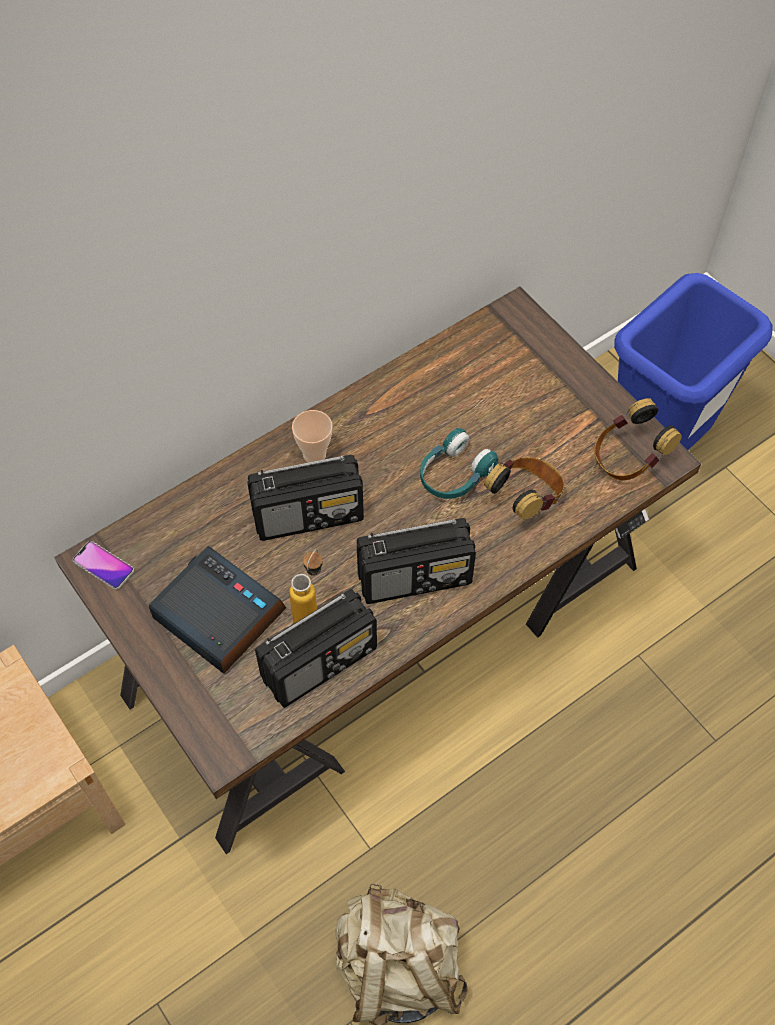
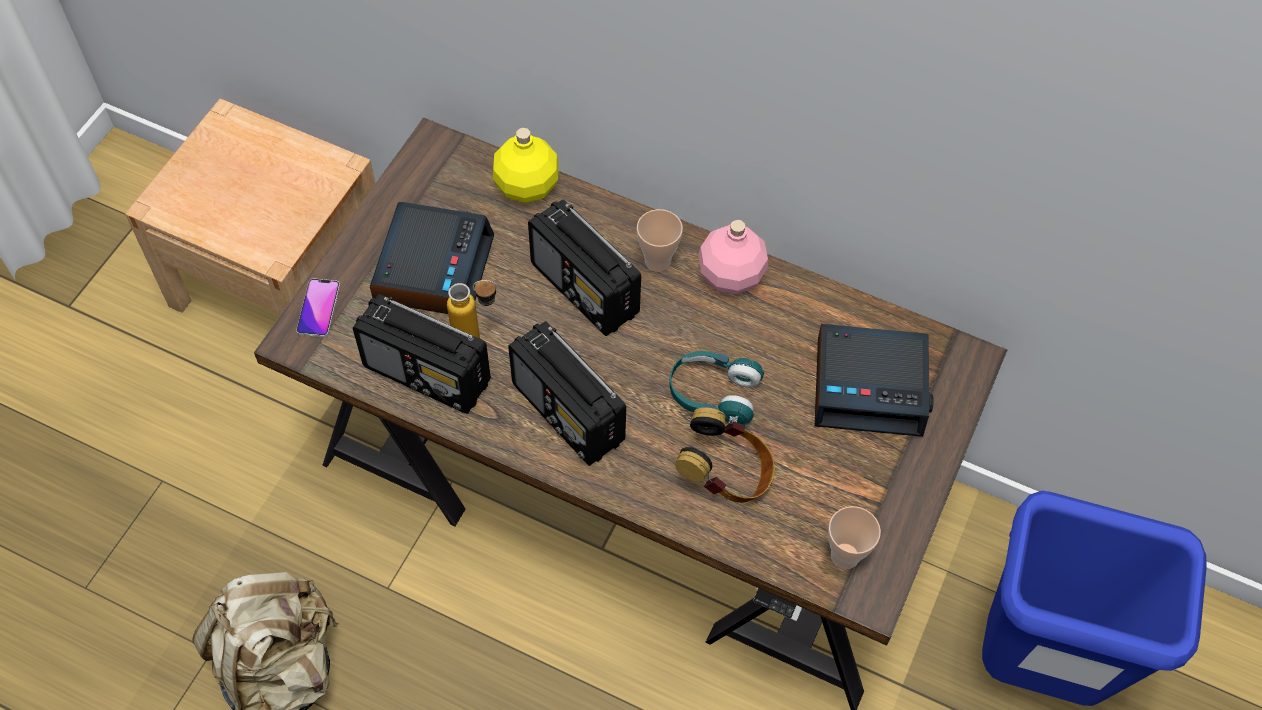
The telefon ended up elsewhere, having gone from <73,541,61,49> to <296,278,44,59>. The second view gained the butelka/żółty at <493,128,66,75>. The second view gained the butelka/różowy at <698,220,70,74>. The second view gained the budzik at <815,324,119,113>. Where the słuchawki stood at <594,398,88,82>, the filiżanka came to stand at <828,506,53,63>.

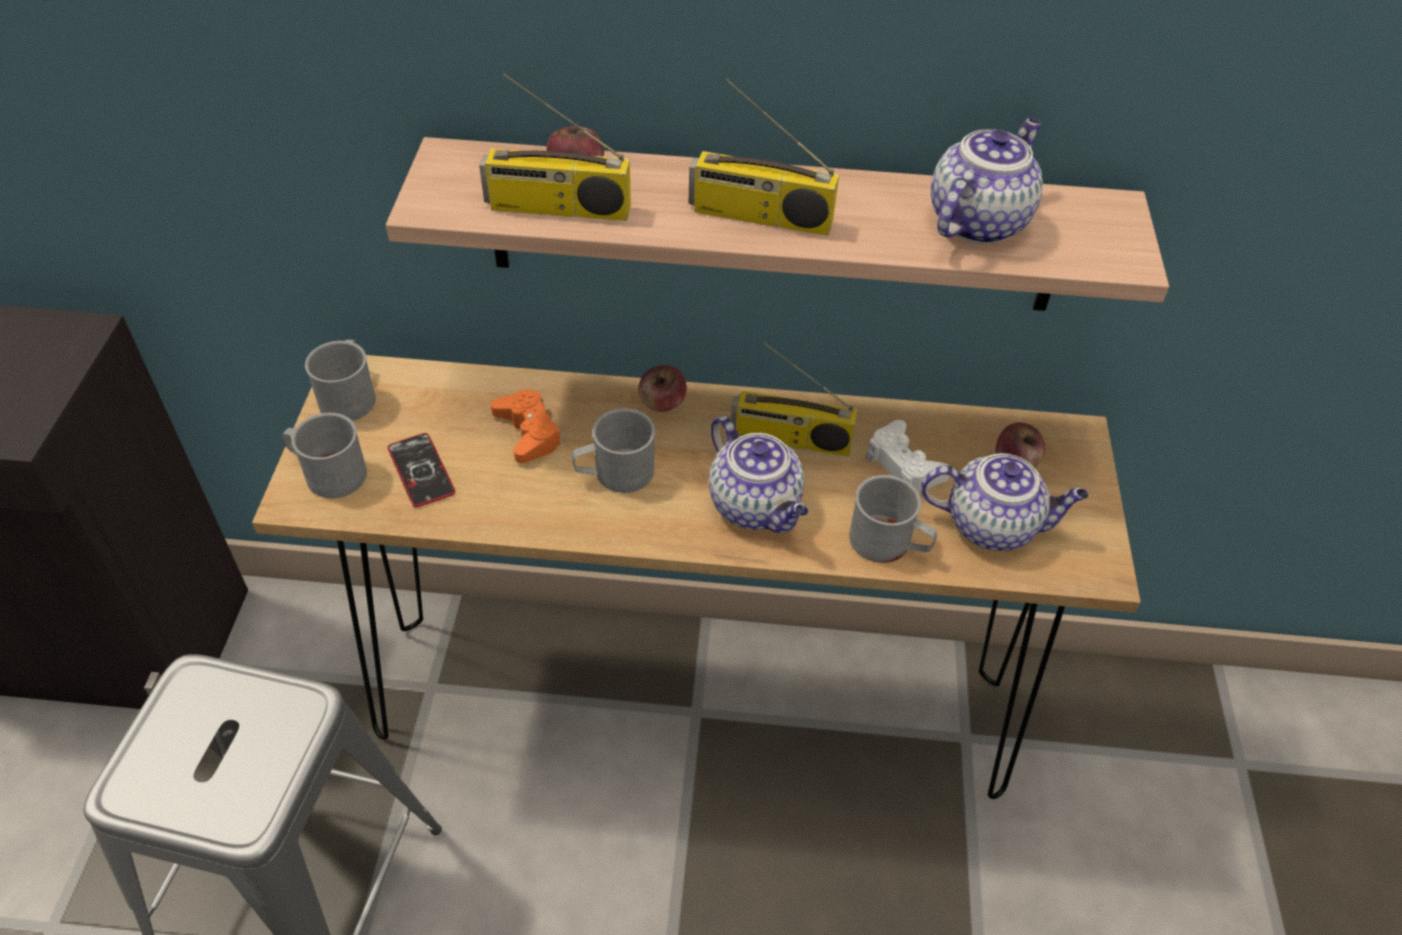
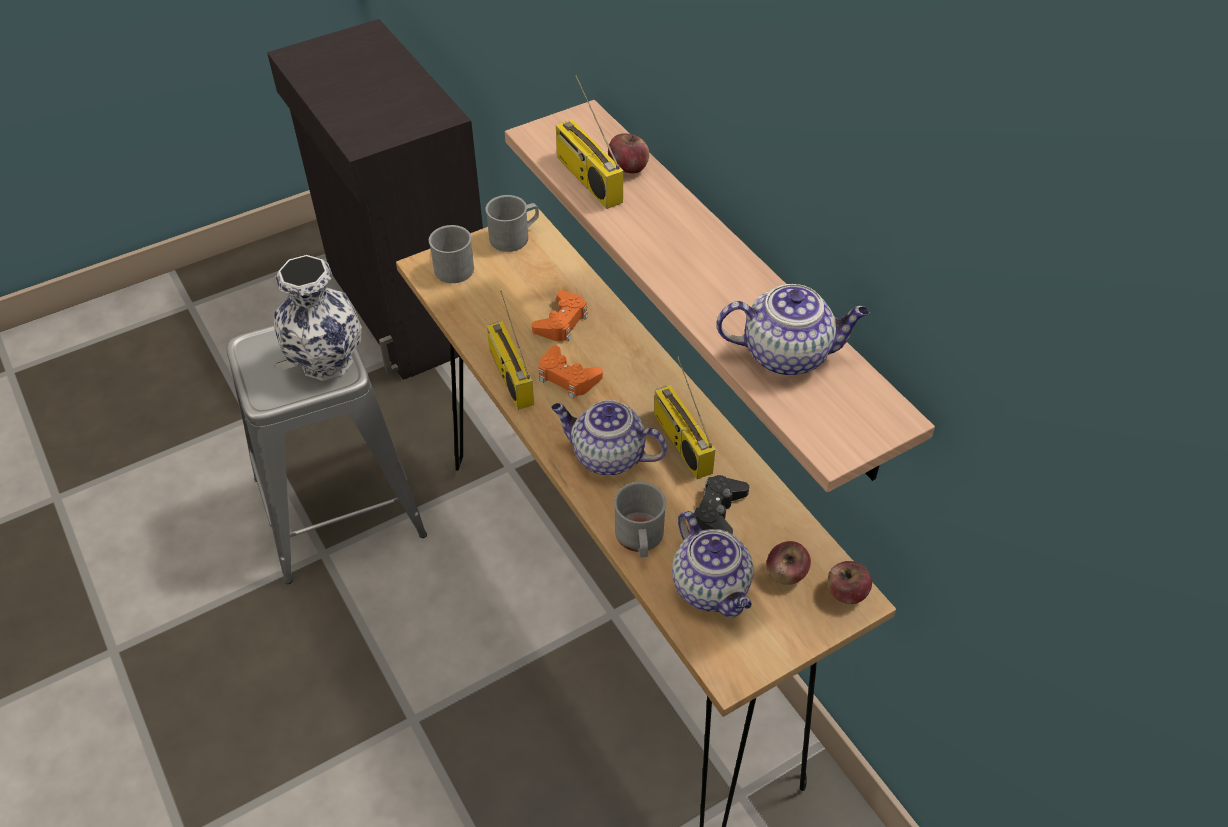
The second view gained the wazon at <274,255,88,126>. The radio ended up elsewhere, having gone from <688,79,151,157> to <487,291,47,119>. Where the kubek/szary stood at <572,408,83,85>, the pad do gier/pomarańczowy came to stand at <539,346,64,53>. The imbryk at <709,416,99,117> ended up facing another way, 90 degrees clockwise from before. What was the pad do gier/biały at <866,420,83,73> turned into the pad do gier/czarny at <693,475,56,60>. The jabłko ended up elsewhere, having gone from <638,365,49,47> to <828,561,44,43>. The second view lost the telefon at <387,433,68,74>.

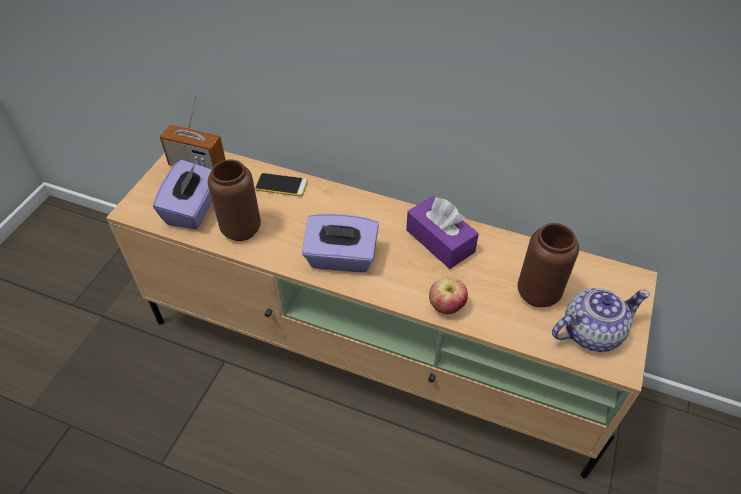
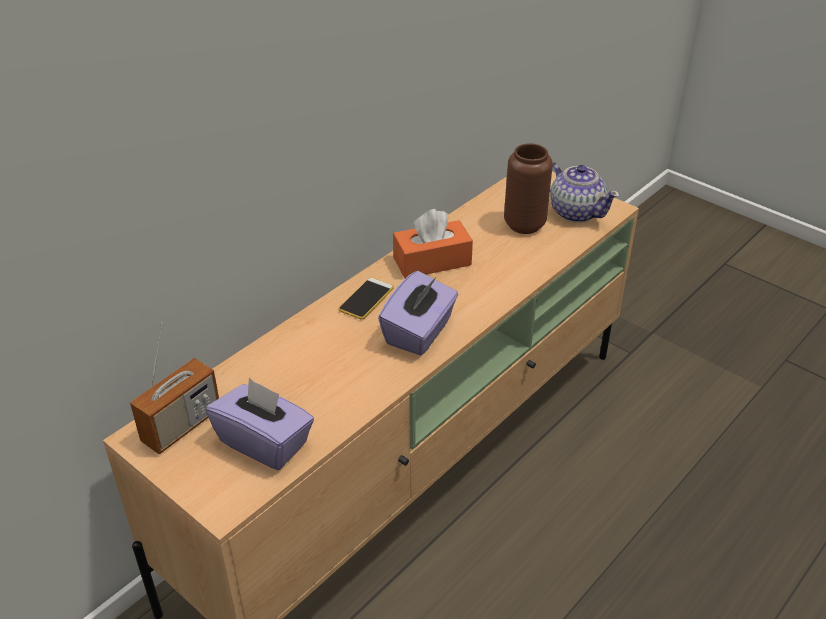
The telefon ended up elsewhere, having gone from <255,173,53,23> to <338,277,56,43>. What was the pudełko chusteczek/fioletowy at <406,196,73,73> turned into the pudełko chusteczek/pomarańczowy at <393,209,80,69>. The imbryk at <552,288,98,64> ended up facing another way, 135 degrees clockwise from before. The second view lost the wazon/brązowy at <208,159,53,82>. The second view lost the jabłko at <429,277,39,37>.

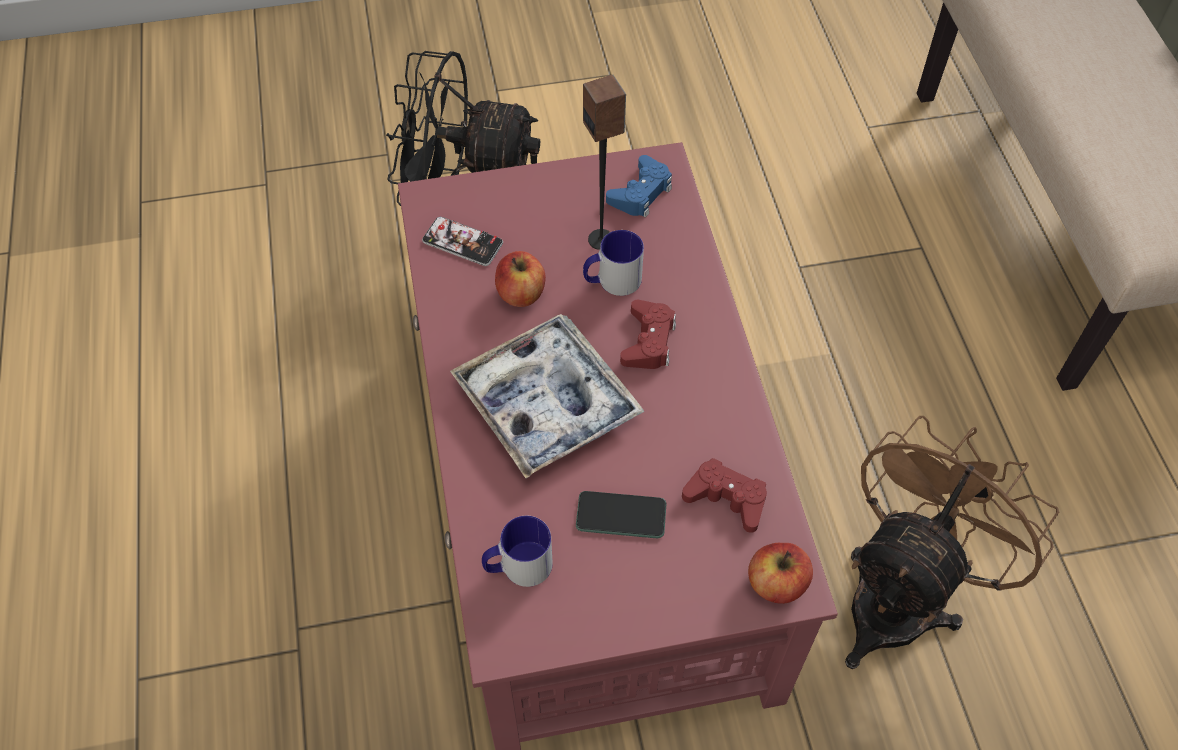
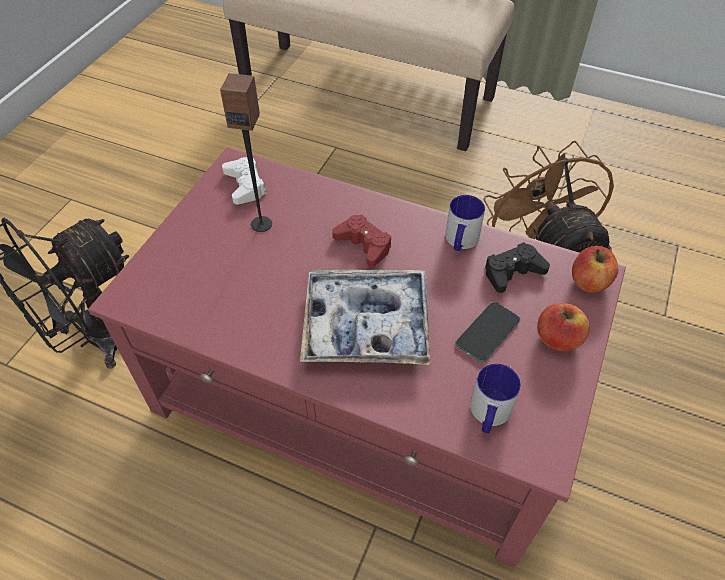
What was the pad do gier/niebieski at <606,155,66,62> turned into the pad do gier/biały at <222,157,45,48>. The kubek ended up elsewhere, having gone from <583,230,61,66> to <445,195,40,56>. What was the pad do gier/czerwony at <682,458,85,75> turned into the pad do gier/czarny at <485,242,65,51>. The jabłko ended up elsewhere, having gone from <495,251,51,56> to <537,303,53,48>. The second view lost the telefon at <422,217,81,49>.

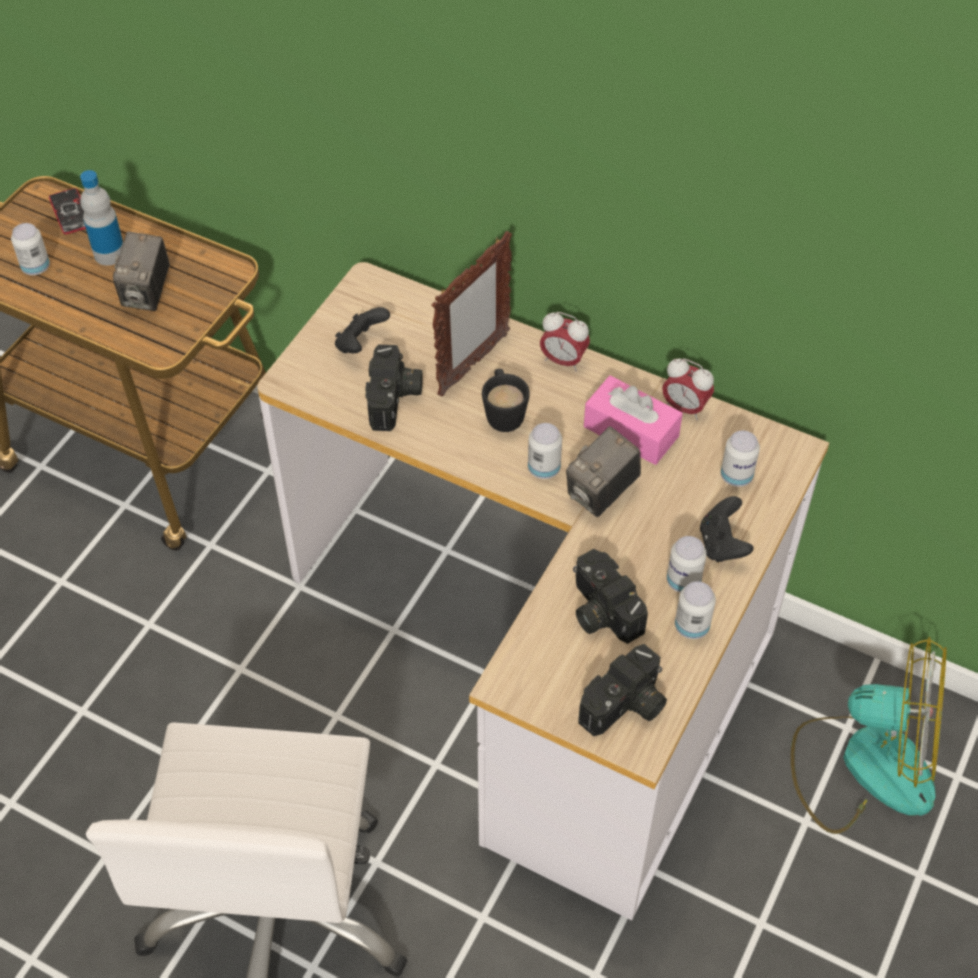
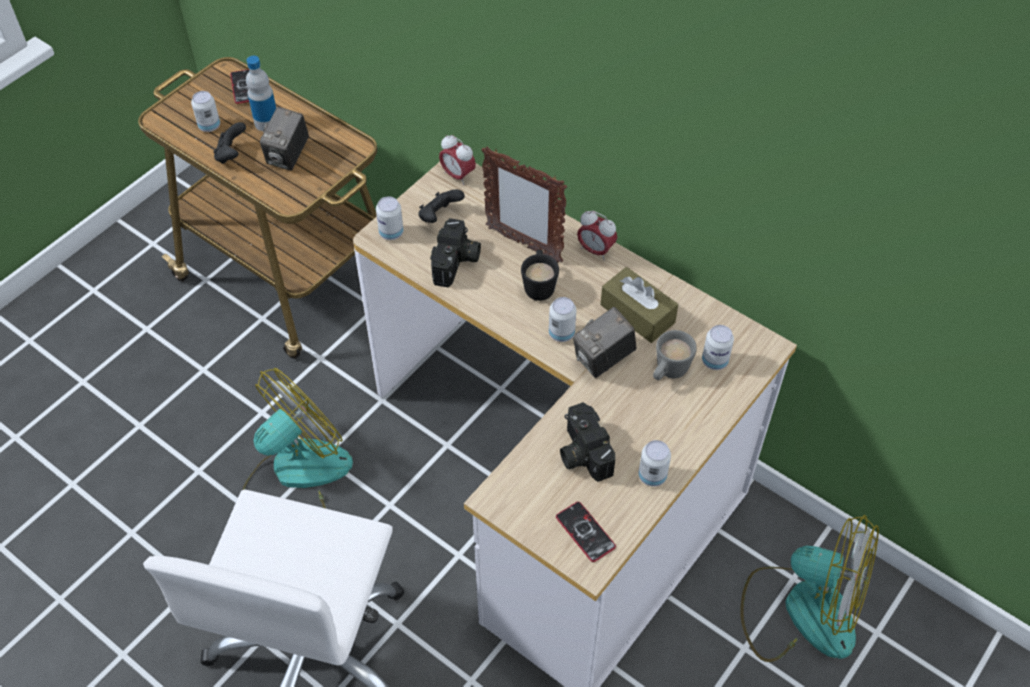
The pad do gier/czarny ended up elsewhere, having gone from <700,496,54,66> to <213,122,33,42>. The second view gained the wentylator at <243,368,110,140>. The puszka ended up elsewhere, having gone from <667,536,40,57> to <376,196,28,44>. The budzik ended up elsewhere, having gone from <662,358,52,62> to <439,135,37,50>. The ramka na zdjęcie at <431,231,81,166> ended up facing another way, 75 degrees clockwise from before. Where the aparat fotograficzny stood at <578,644,89,92>, the telefon came to stand at <556,502,60,60>. What was the pudełko chusteczek/różowy at <584,376,99,89> turned into the pudełko chusteczek/brązowy at <601,267,77,76>. The second view gained the kubek/szary at <653,330,44,50>.

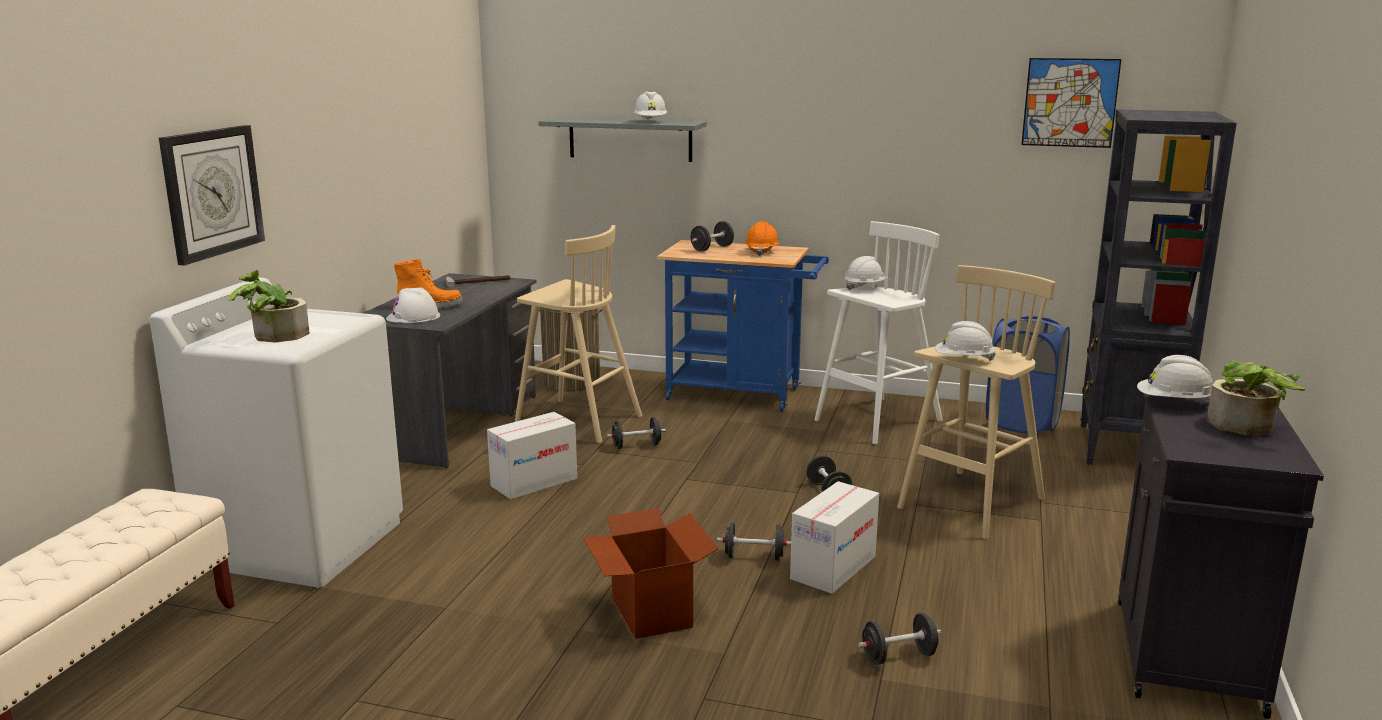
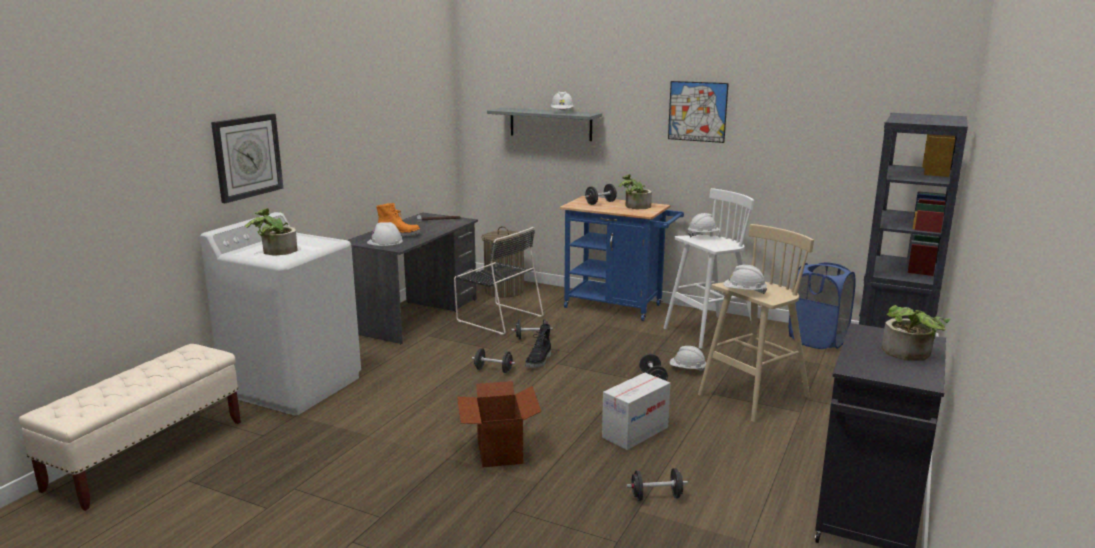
Where the stołek/beżowy stood at <515,225,127,218>, the krzesło/czarny came to stand at <454,227,89,108>. The hantel/czarny ended up elsewhere, having gone from <717,522,74,39> to <472,348,43,25>. The second view gained the but z cholewką/czarny at <525,324,26,44>. Where the kask/pomarańczowy stood at <745,221,34,35>, the roślina doniczkowa came to stand at <618,174,34,35>. The obraz ended up elsewhere, having gone from <1021,58,100,90> to <668,81,61,62>. The kask/biały ended up elsewhere, having gone from <1137,355,76,49> to <670,346,36,25>. The second view lost the karton at <487,412,90,87>.

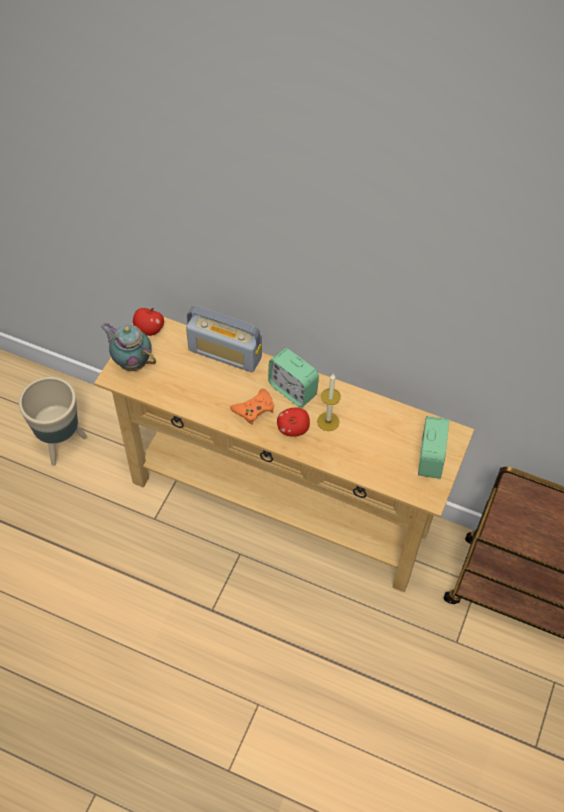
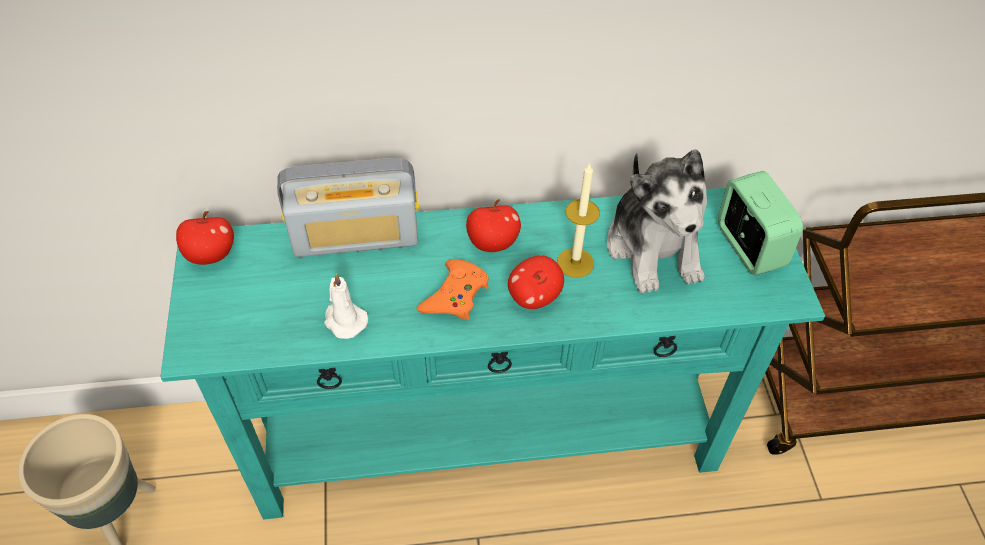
What was the stolik konsolowy/beżowy at <94,317,380,275> turned into the stolik konsolowy/turkusowy at <161,188,664,331>. The second view gained the świeca/biały at <324,273,44,66>. Where the budzik stood at <268,348,51,59>, the jabłko came to stand at <466,199,55,53>. The second view gained the pluszak at <607,149,100,145>. The second view lost the imbryk at <101,323,55,48>.

